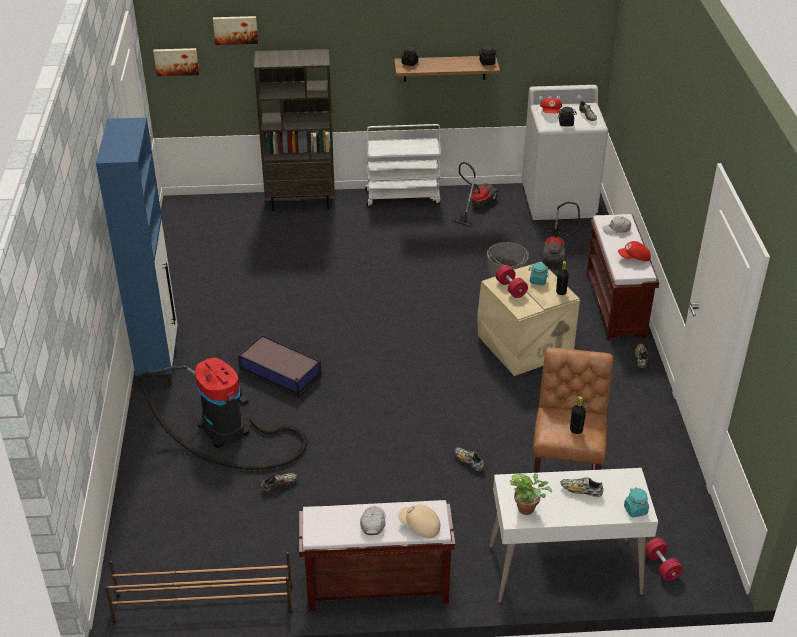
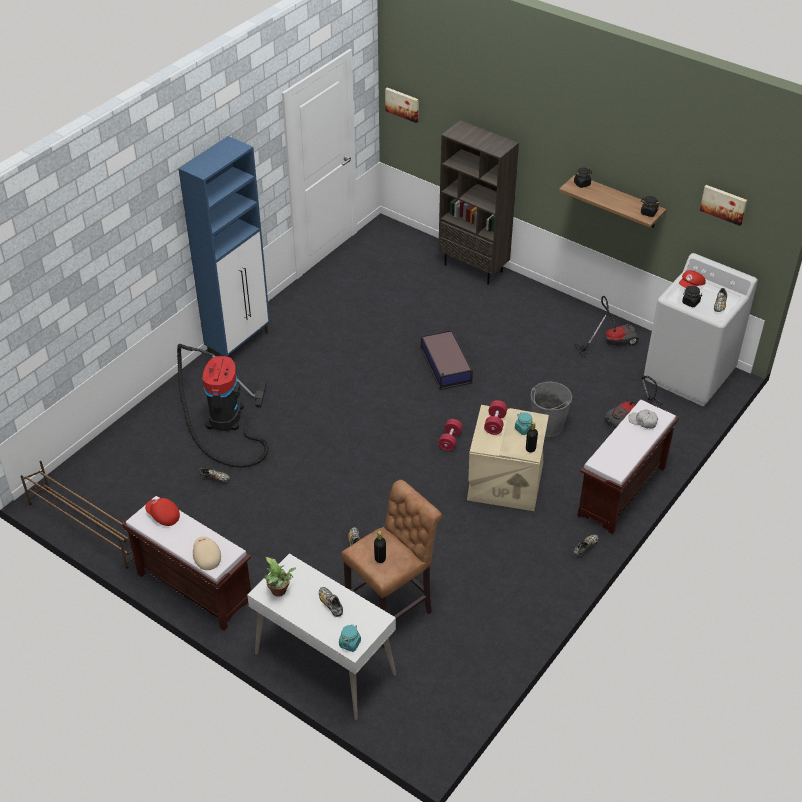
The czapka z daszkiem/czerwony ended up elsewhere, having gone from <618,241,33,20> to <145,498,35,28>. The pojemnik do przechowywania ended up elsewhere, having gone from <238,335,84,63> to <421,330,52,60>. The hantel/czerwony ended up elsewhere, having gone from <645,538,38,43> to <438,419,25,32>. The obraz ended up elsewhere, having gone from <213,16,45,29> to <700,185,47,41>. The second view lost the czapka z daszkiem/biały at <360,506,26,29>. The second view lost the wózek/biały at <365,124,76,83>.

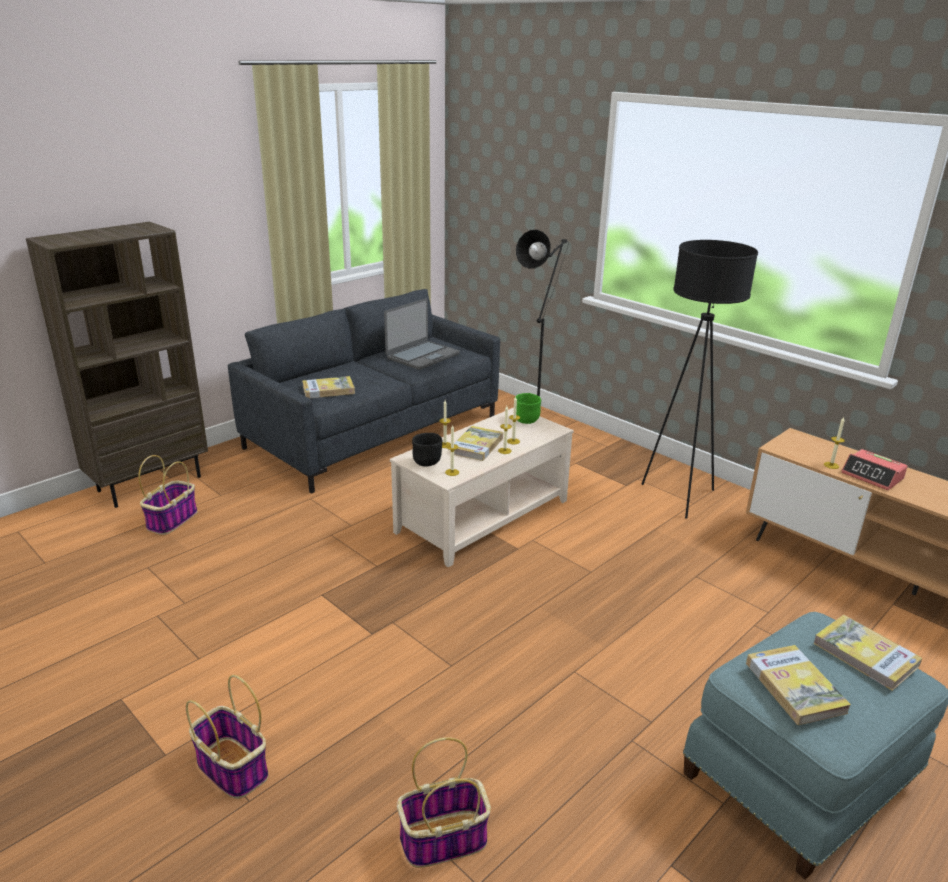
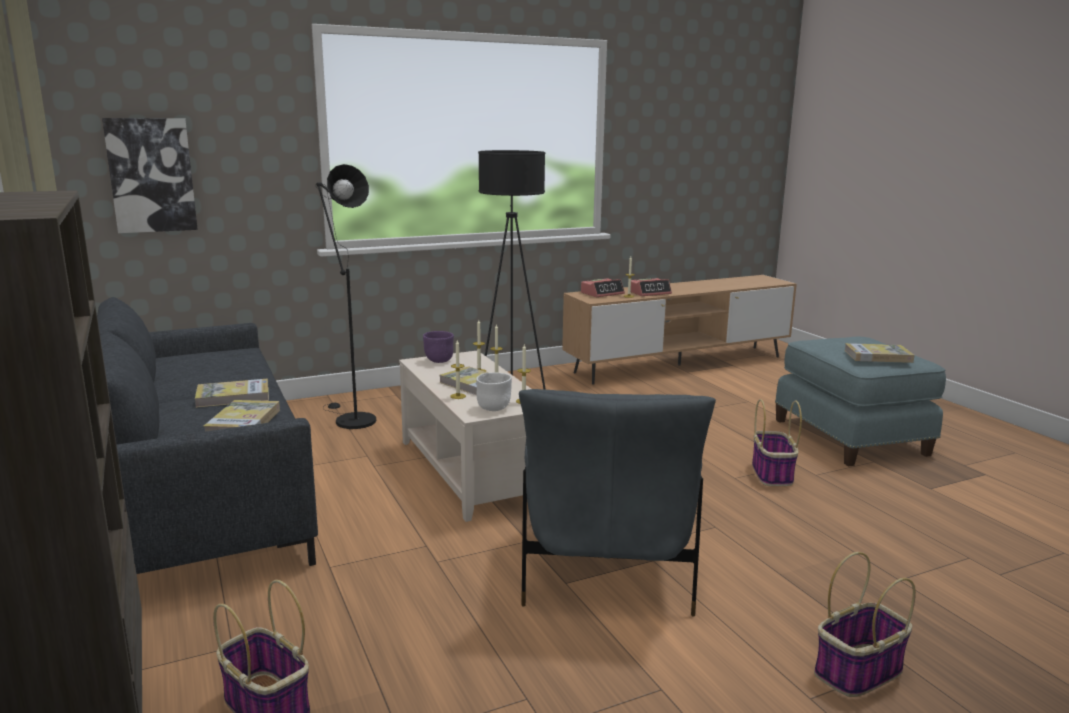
The second view gained the obraz at <102,118,96,115>. The książka ended up elsewhere, having gone from <813,615,109,76> to <195,379,74,29>. What was the miska/zielony at <514,393,27,31> turned into the miska/fioletowy at <423,331,31,32>. What was the miska/czarny at <412,433,31,34> turned into the miska/biały at <476,372,36,39>. The second view gained the fotel/szary at <519,389,197,228>. The second view gained the budzik at <581,278,44,19>. The koszyk ended up elsewhere, having gone from <397,737,94,131> to <752,399,50,87>. The second view lost the laptop at <384,298,76,72>.

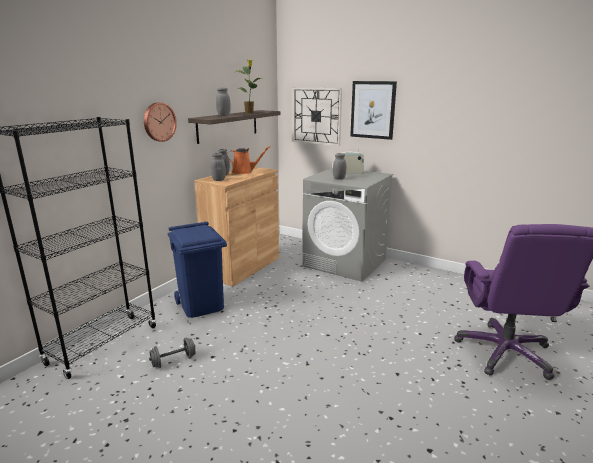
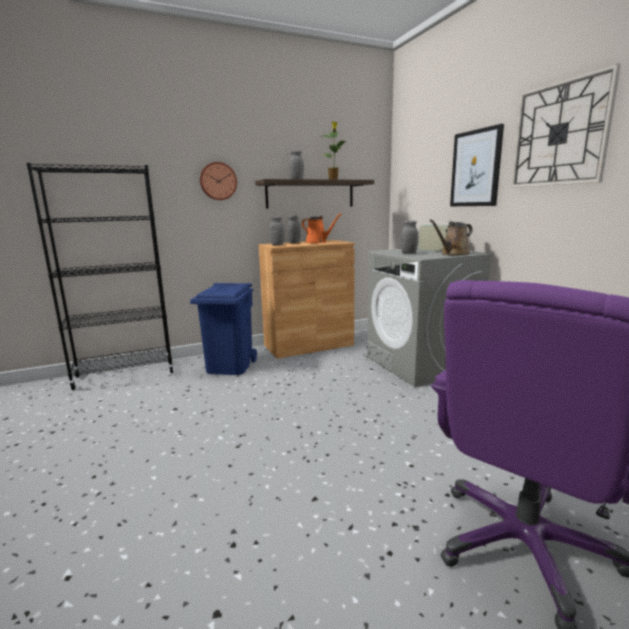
The second view gained the konewka/brązowy at <430,219,42,36>. The zegar ścienny ended up elsewhere, having gone from <292,87,50,59> to <511,63,110,125>. The second view lost the hantel/szary at <149,338,47,30>.

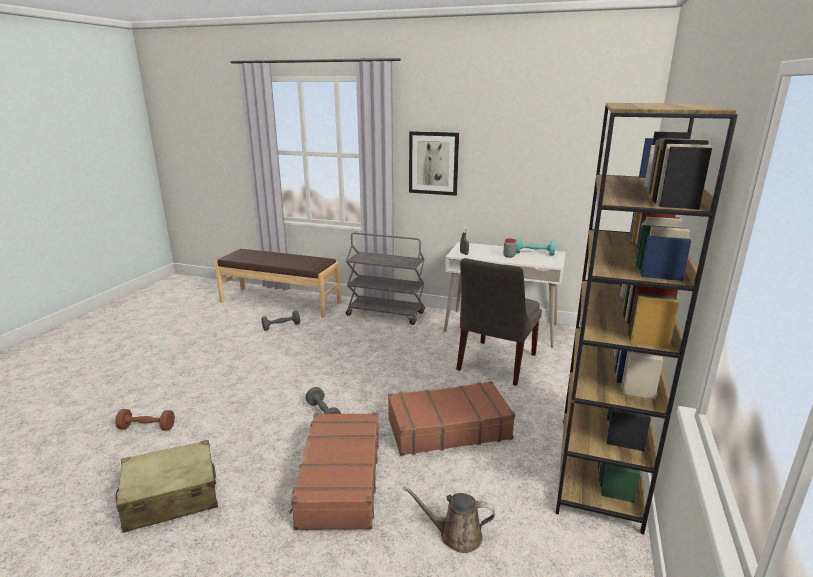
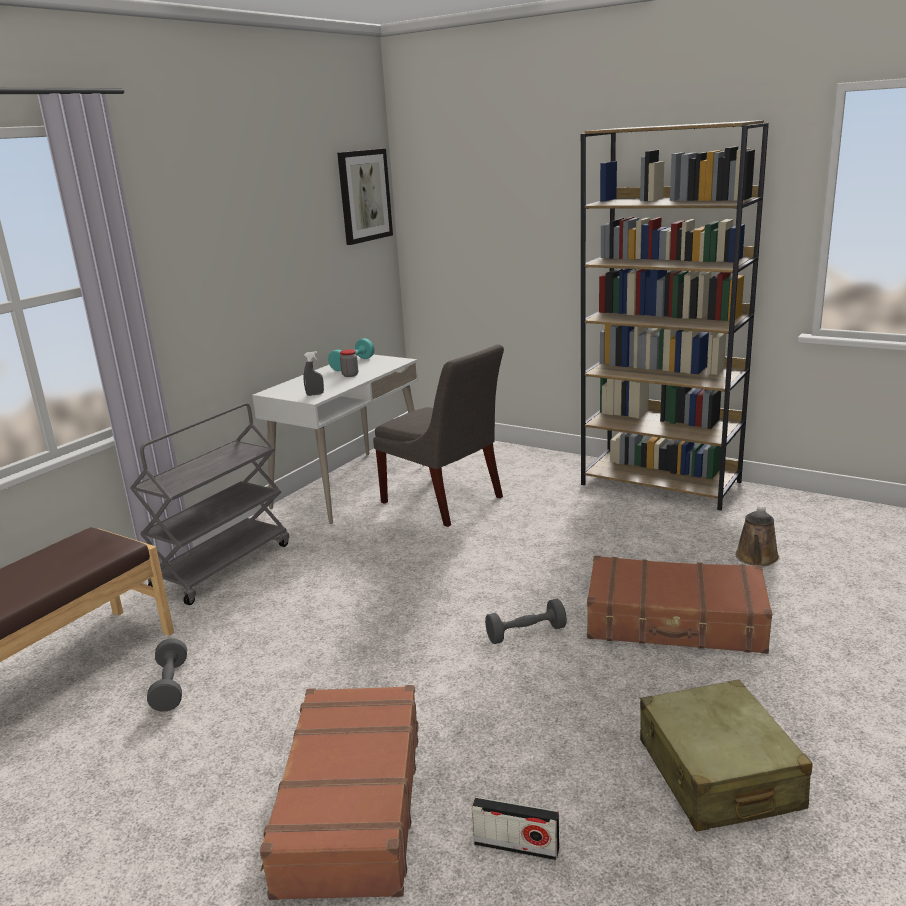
The walizka/brązowy ended up elsewhere, having gone from <388,381,127,75> to <260,685,158,215>. The obraz ended up elsewhere, having gone from <409,131,50,65> to <337,149,56,96>. Where the hantel/brązowy stood at <115,409,60,22>, the radio came to stand at <472,797,87,63>.

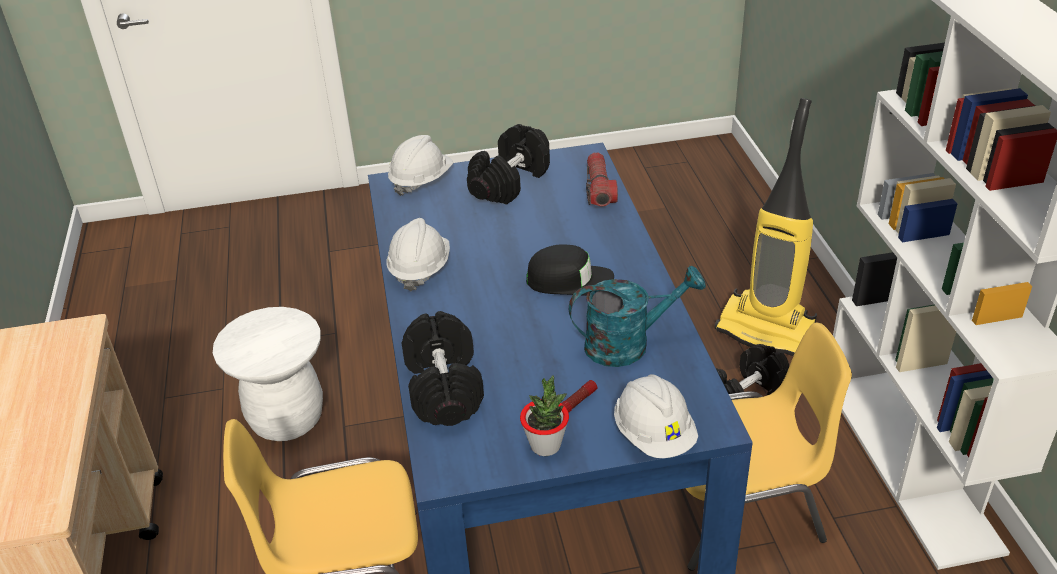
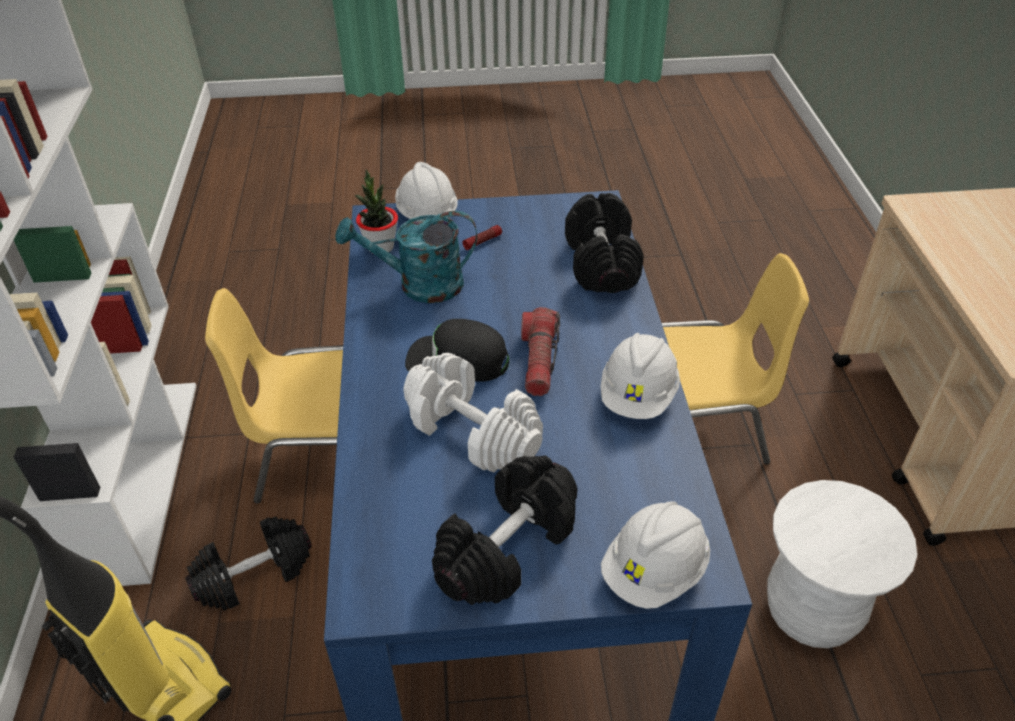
The roślina doniczkowa ended up elsewhere, having gone from <520,376,49,80> to <355,169,43,84>. The second view gained the hantel/biały at <403,353,140,119>. The latarka ended up elsewhere, having gone from <586,152,32,55> to <521,307,39,89>.

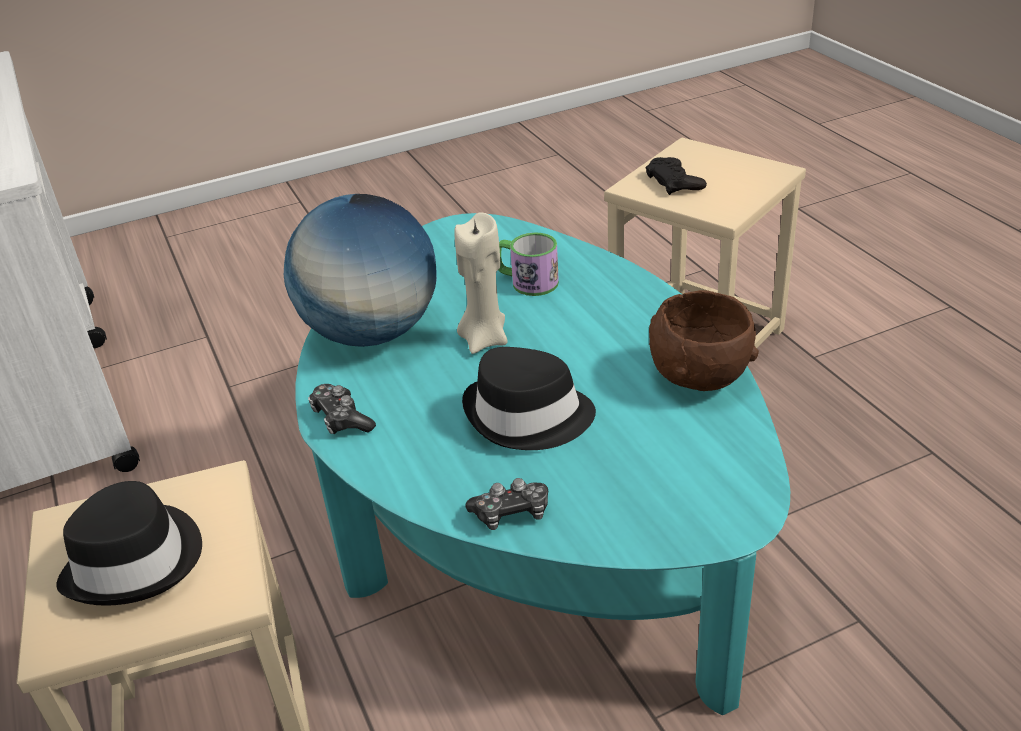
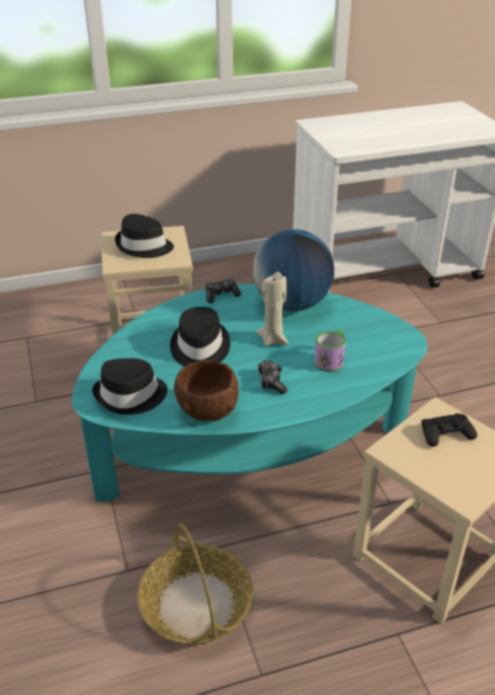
The second view gained the kapelusz/czarny at <92,358,76,57>. The second view gained the koszyk at <137,523,116,122>. The pad do gier ended up elsewhere, having gone from <465,478,83,52> to <257,360,30,34>.

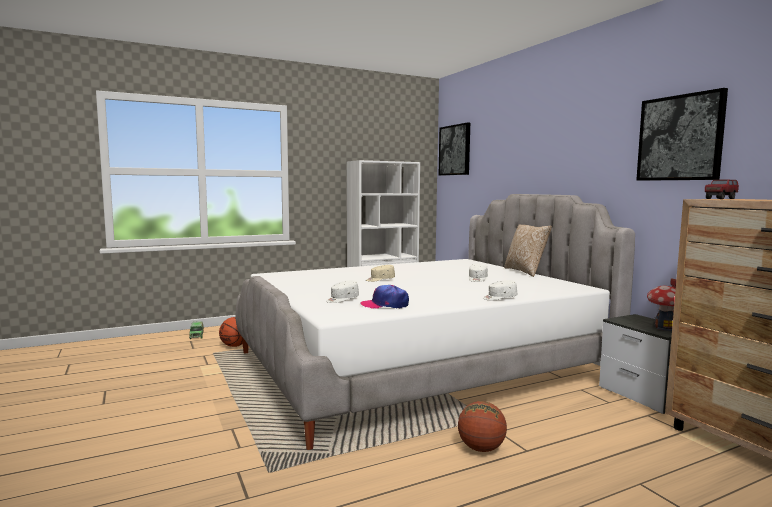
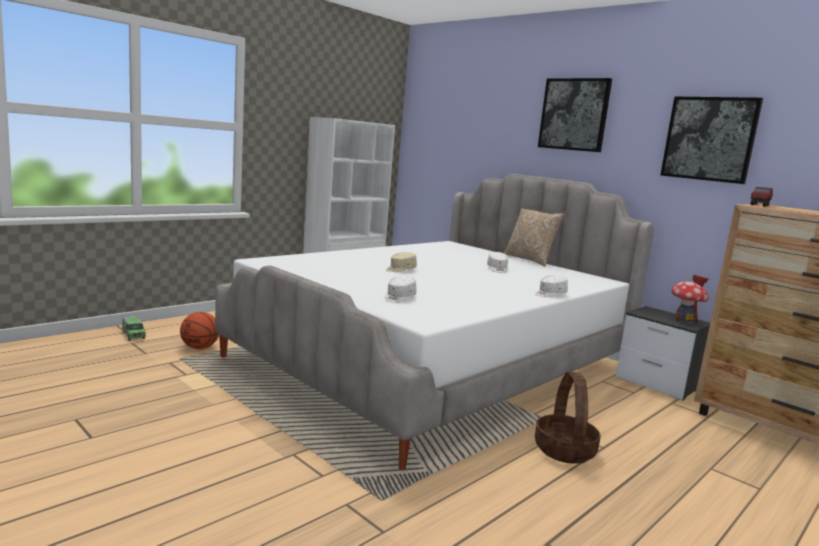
Where the piłka do koszykówki stood at <458,401,49,51>, the koszyk came to stand at <535,372,66,92>. The obraz ended up elsewhere, having gone from <439,122,31,54> to <538,78,74,74>. The second view lost the czapka z daszkiem at <360,285,49,24>.

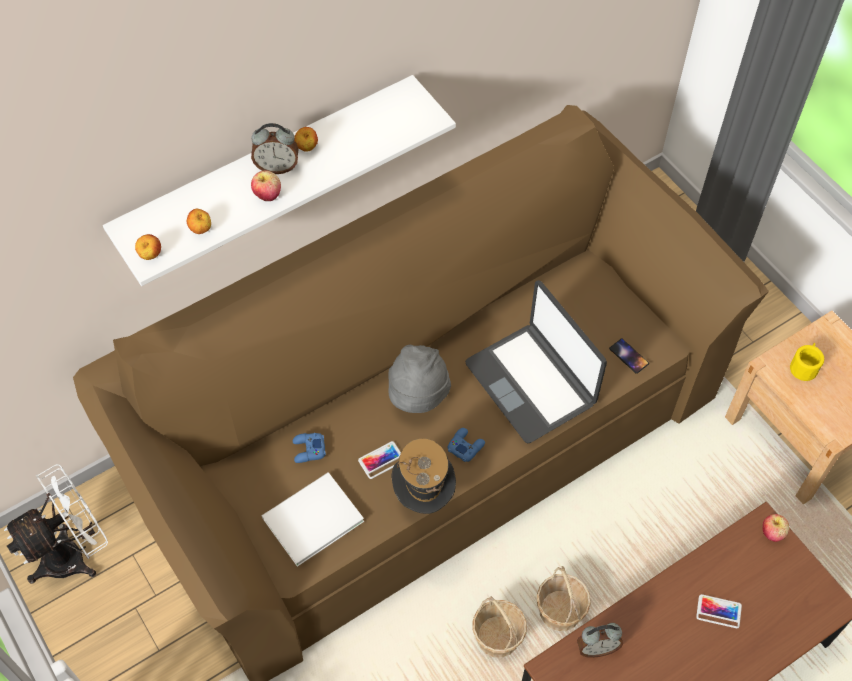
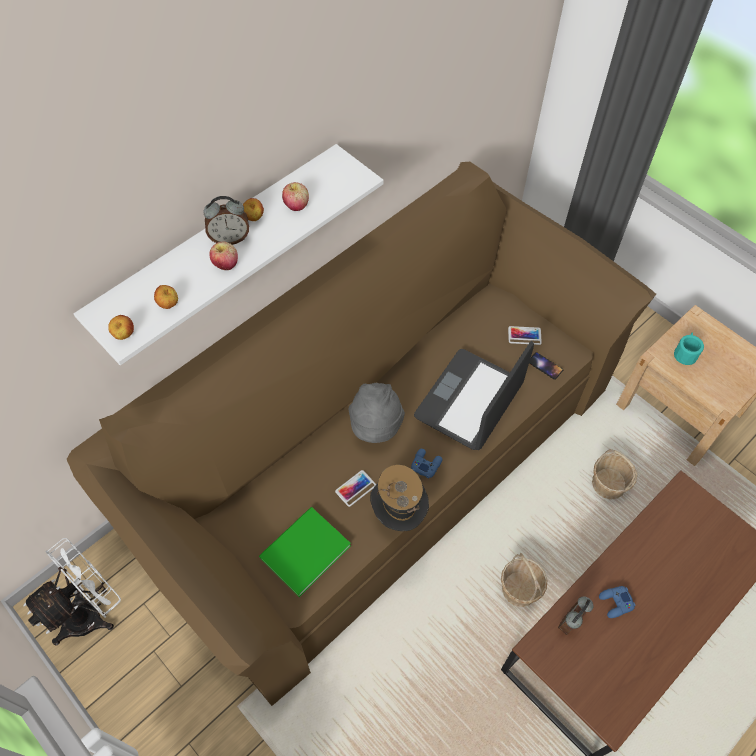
What was the książka/biały at <262,472,102,95> turned into the książka/zielony at <259,507,92,90>. The jabłko ended up elsewhere, having gone from <763,514,26,28> to <282,182,27,29>. The laptop at <465,280,142,164> ended up facing another way, 75 degrees clockwise from before. The telefon ended up elsewhere, having gone from <696,594,46,34> to <508,326,34,19>. The budzik at <577,623,46,35> ended up facing another way, 150 degrees clockwise from before. The koszyk ended up elsewhere, having gone from <472,596,55,62> to <592,449,46,51>. The pad do gier/niebieski ended up elsewhere, having gone from <293,433,33,30> to <599,586,37,32>. What was the kubek/żółty at <790,343,34,38> turned into the kubek/turkusowy at <674,333,30,32>.

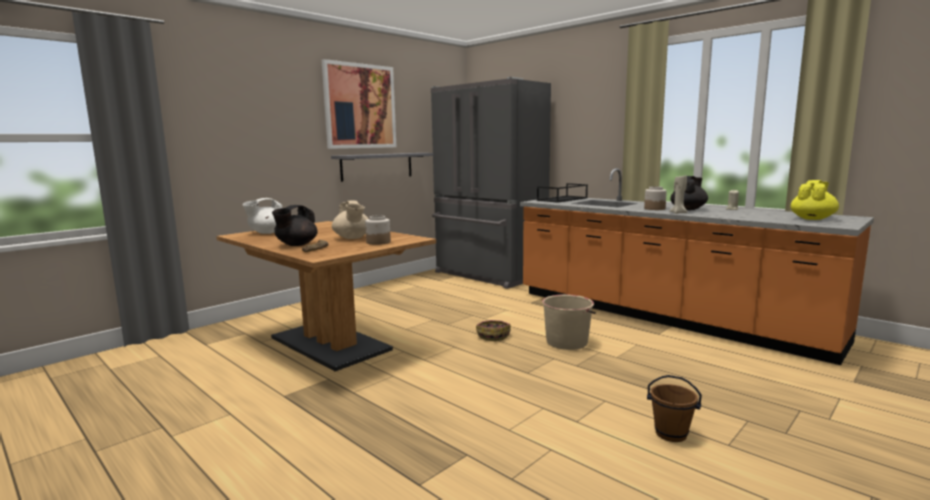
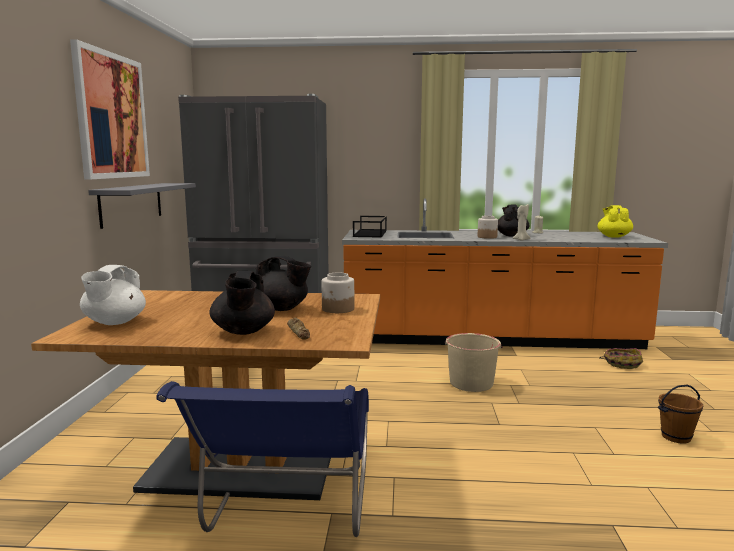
The second view gained the krzesło/niebieski at <156,381,213,156>. What was the imbryk/beżowy at <332,201,37,38> turned into the imbryk/czarny at <256,256,55,55>. The koszyk ended up elsewhere, having gone from <476,320,34,21> to <599,348,44,21>.

